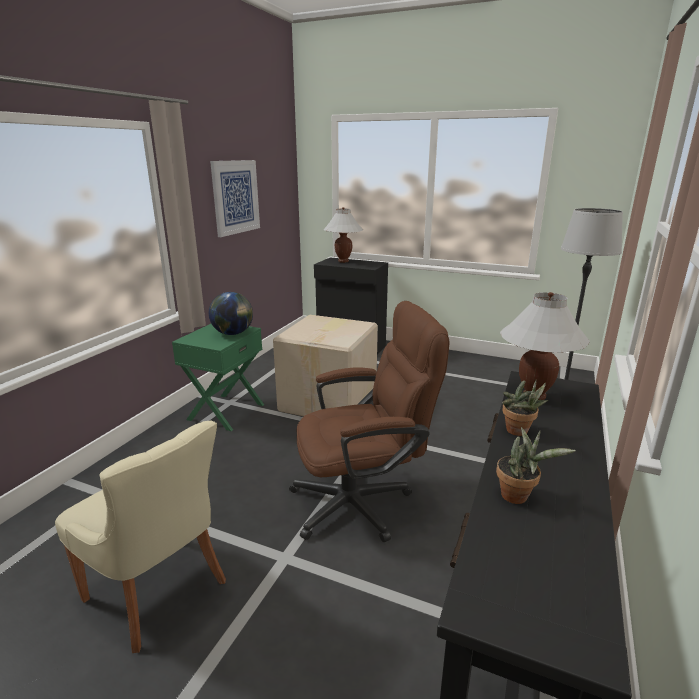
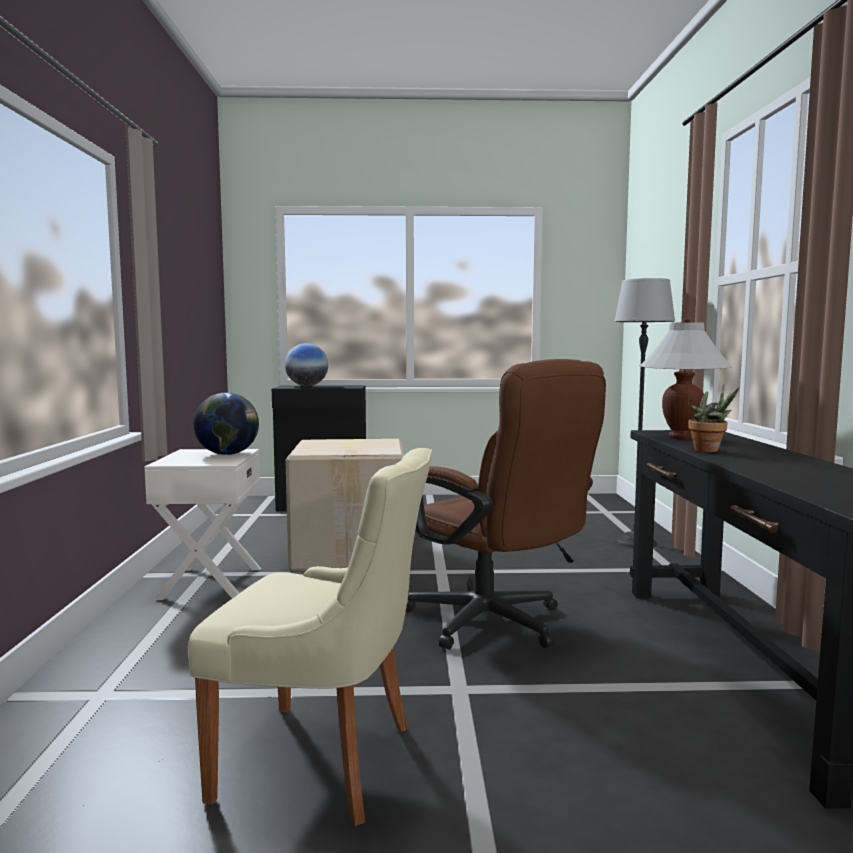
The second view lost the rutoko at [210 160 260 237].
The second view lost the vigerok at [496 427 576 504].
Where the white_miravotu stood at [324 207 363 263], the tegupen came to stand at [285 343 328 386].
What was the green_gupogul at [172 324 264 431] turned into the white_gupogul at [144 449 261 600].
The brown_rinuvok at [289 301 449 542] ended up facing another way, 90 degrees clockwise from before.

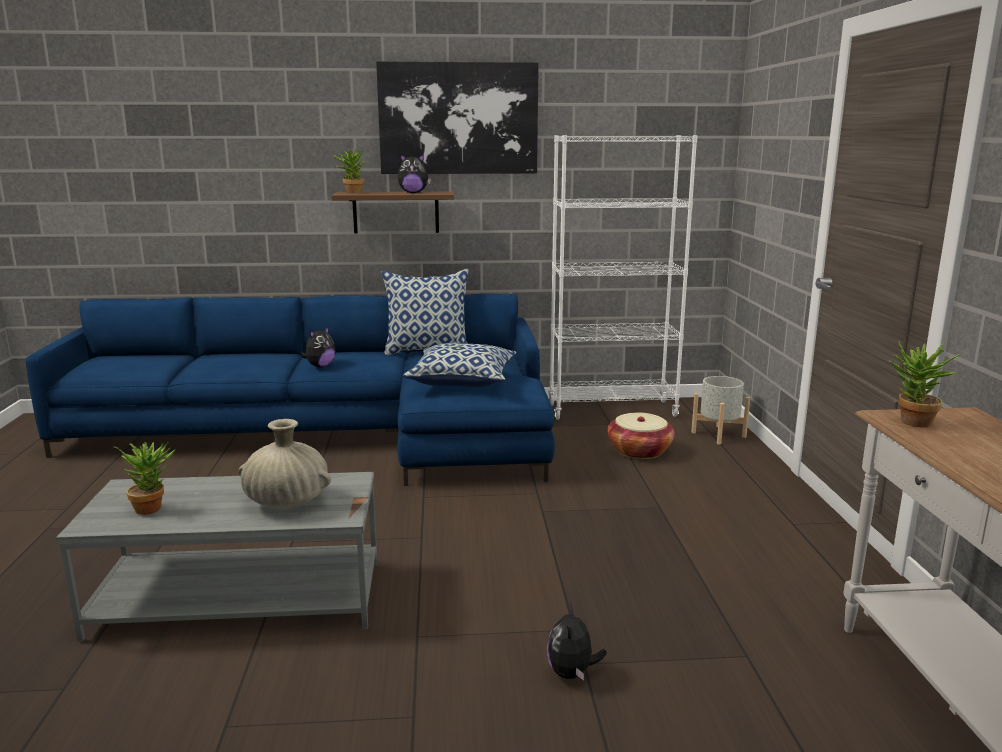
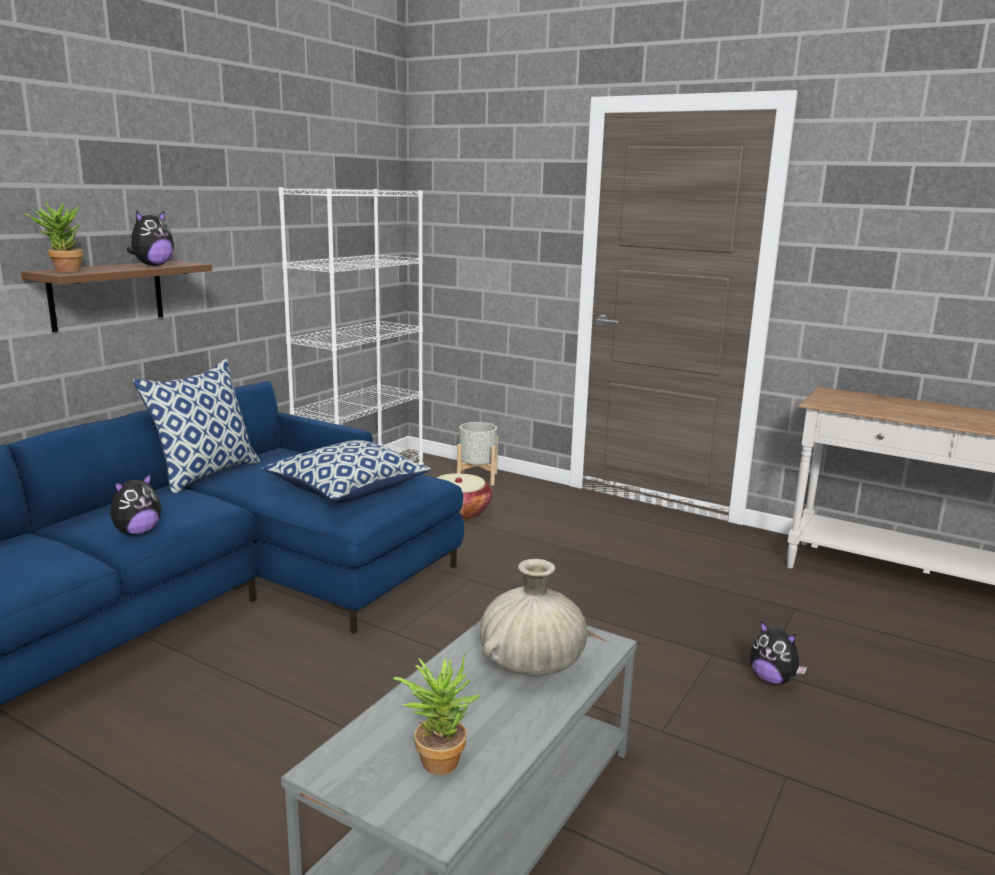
The second view lost the rutoko at [376 61 539 174].
The second view lost the vigerok at [889 341 962 427].
The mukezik at [300 326 336 368] ended up facing another way, 60 degrees clockwise from before.

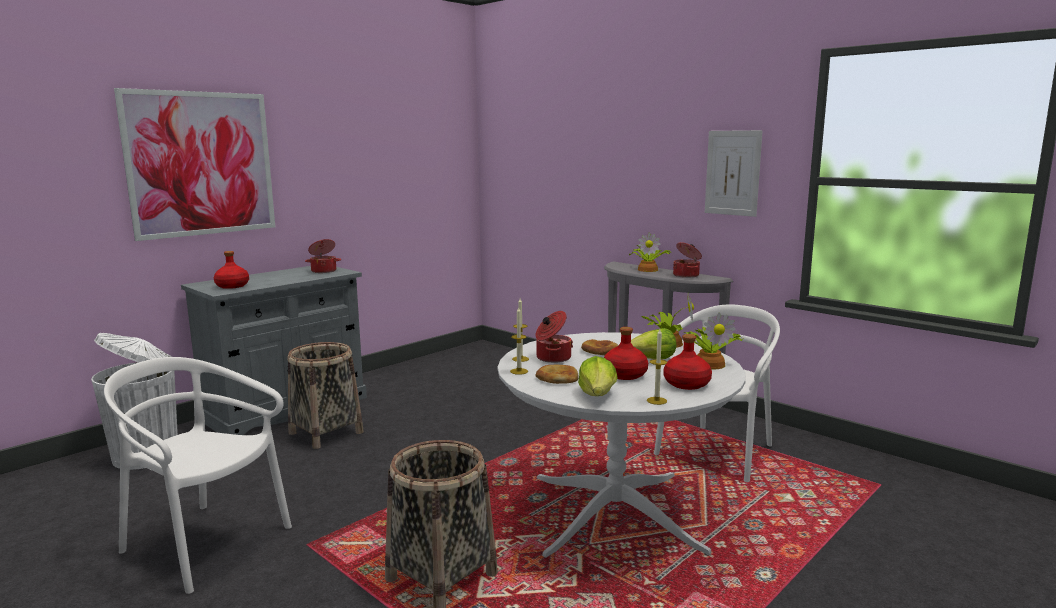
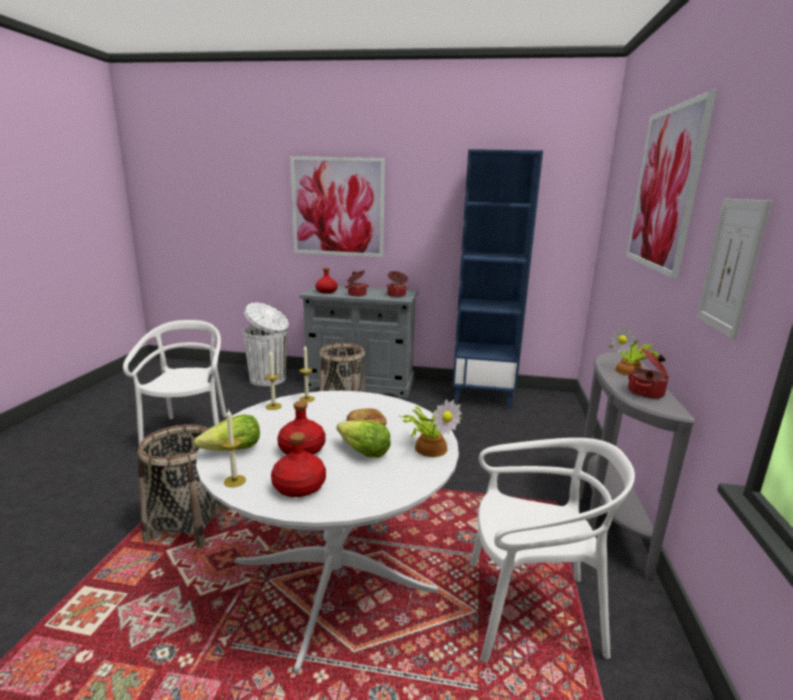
The second view lost the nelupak at [535 365 579 384].
The second view lost the vigerok at [684 313 743 369].
The second view gained the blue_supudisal at [453 149 543 409].
The second view gained the rutoko at [626 90 717 279].
The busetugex ended up elsewhere, having gone from [536 311 573 363] to [345 270 369 296].

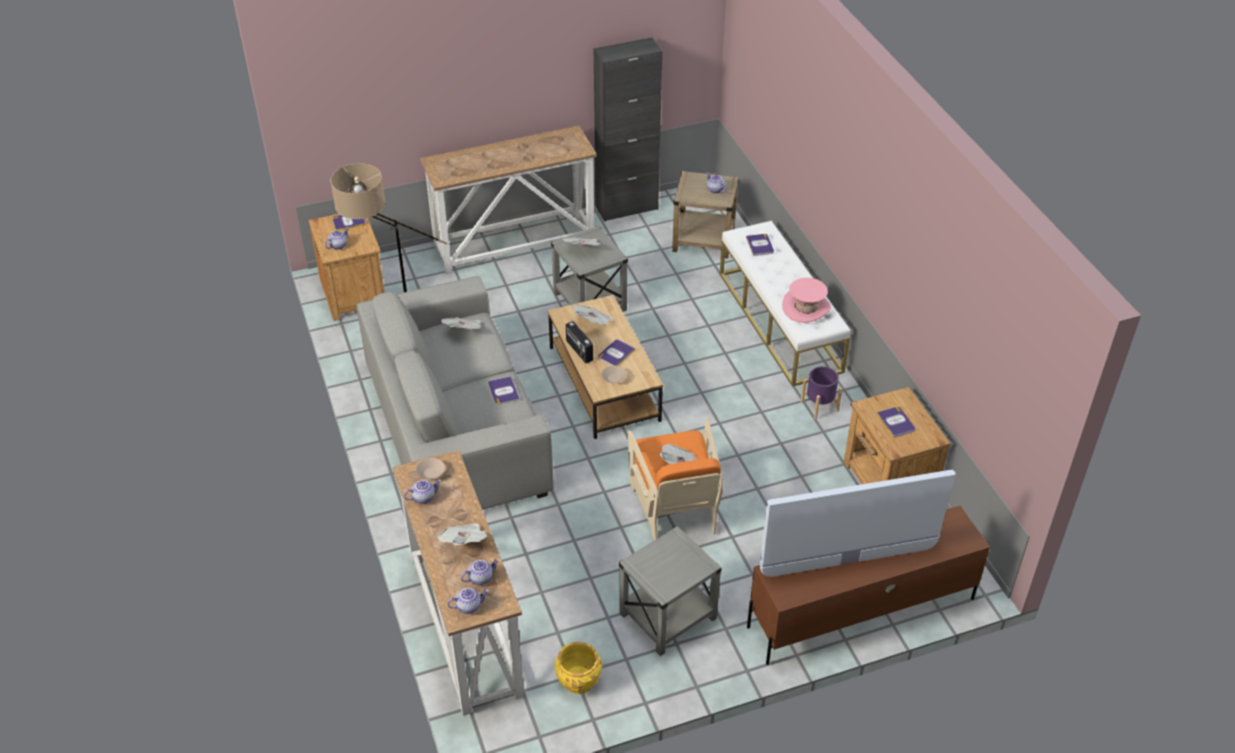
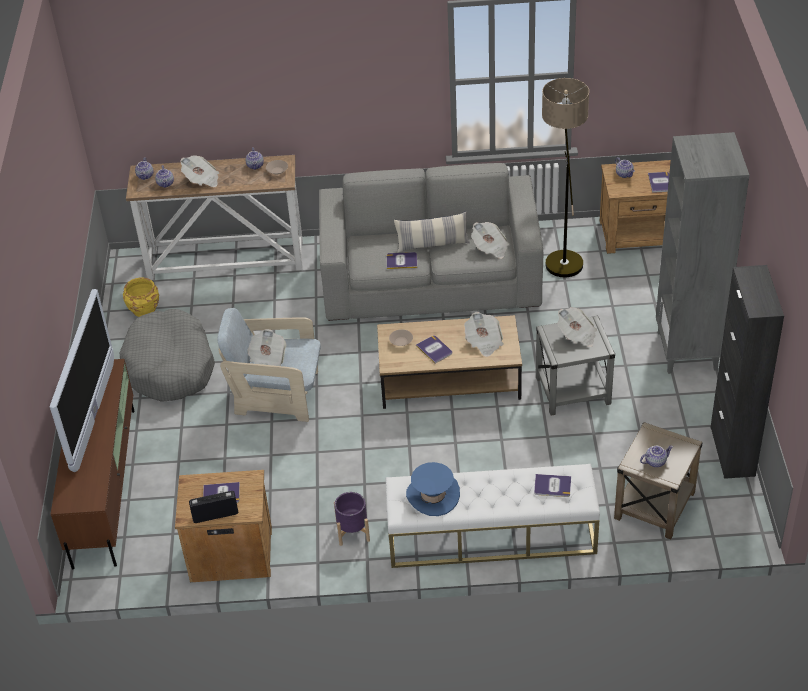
The second view gained the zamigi at [394 211 470 252].
The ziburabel ended up elsewhere, having gone from [566 321 593 363] to [189 491 238 523].
Where the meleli stood at [420 126 597 274], the grey_supudisal came to stand at [656 132 749 374].
Where the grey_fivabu stood at [619 526 722 656], the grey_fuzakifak came to stand at [120 309 215 402].
What was the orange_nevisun at [628 418 723 540] turned into the beige_nevisun at [218 308 321 422].
What was the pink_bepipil at [782 278 831 323] turned into the blue_bepipil at [406 462 460 516].

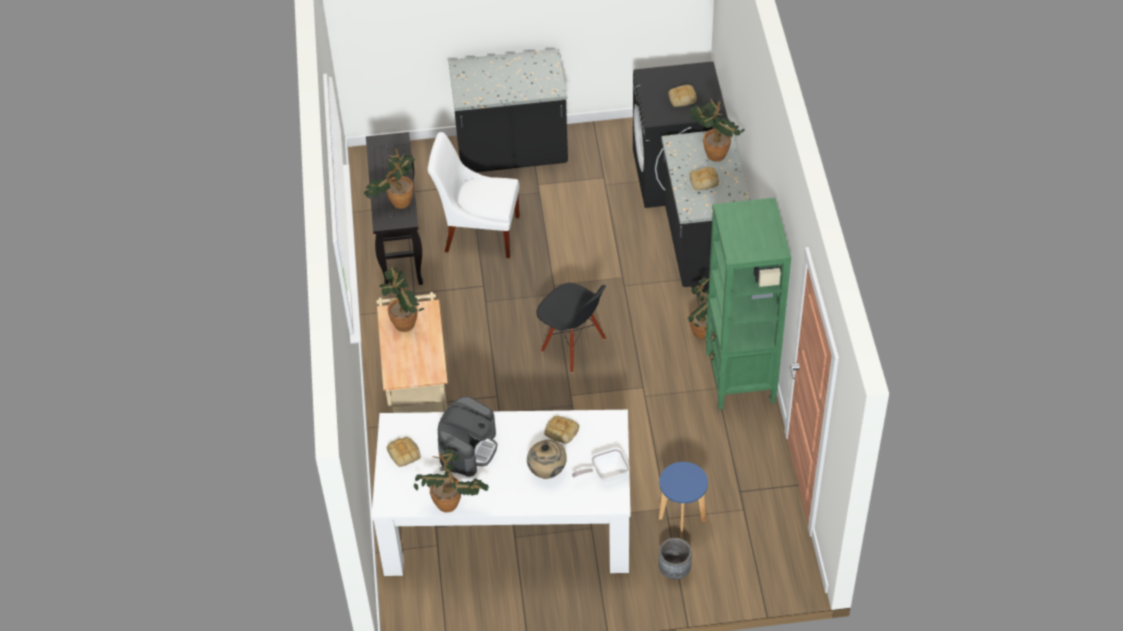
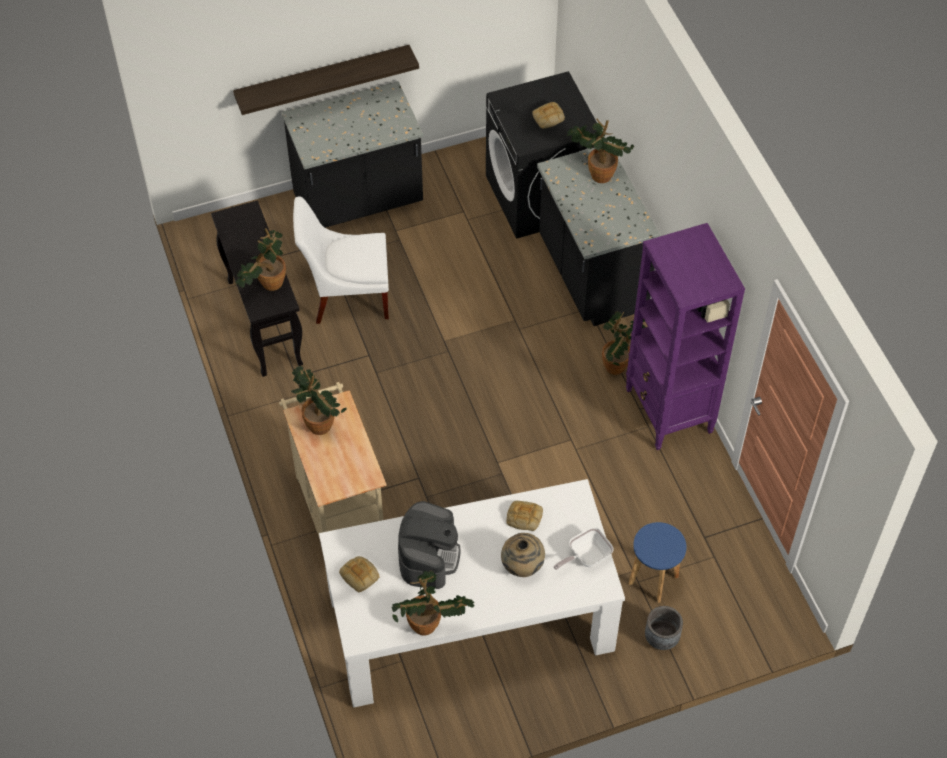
The second view lost the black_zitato at [536 283 606 373].
The second view lost the nelupak at [690 167 719 190].
The second view gained the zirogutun at [233 45 419 115].
What was the green_supudisal at [705 198 791 410] turned into the purple_supudisal at [626 223 745 450].

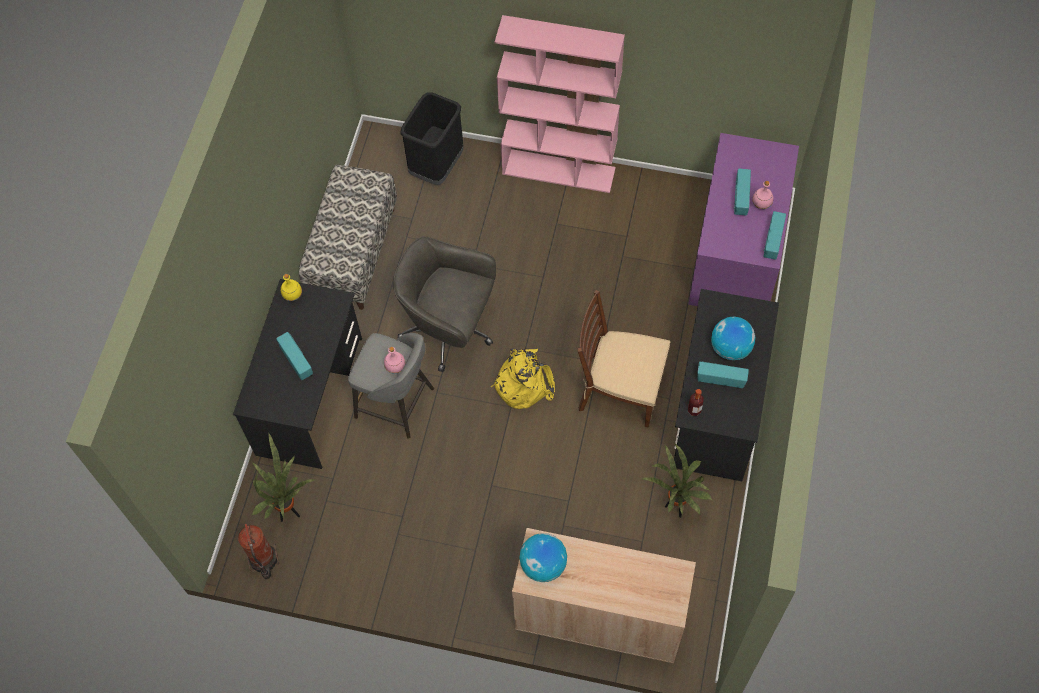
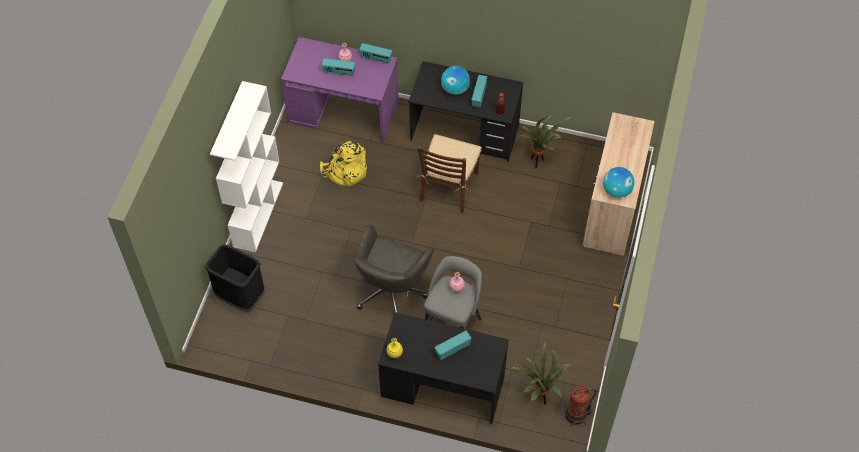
The second view lost the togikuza at [299 165 397 310].
The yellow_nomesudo ended up elsewhere, having gone from [491 349 555 409] to [320 141 367 187].
What was the pink_supudisal at [495 15 625 193] turned into the white_supudisal at [210 81 283 252].

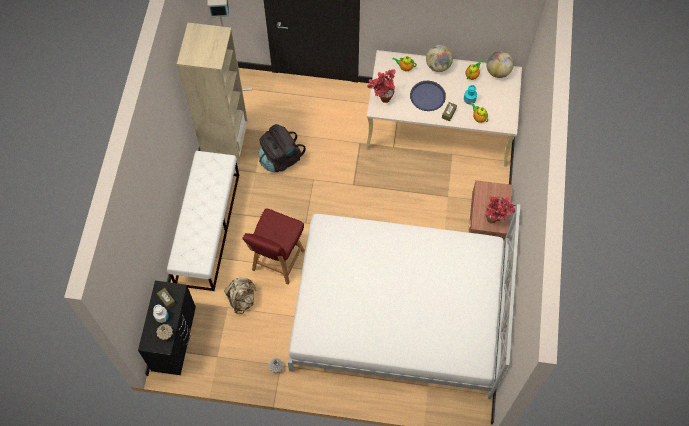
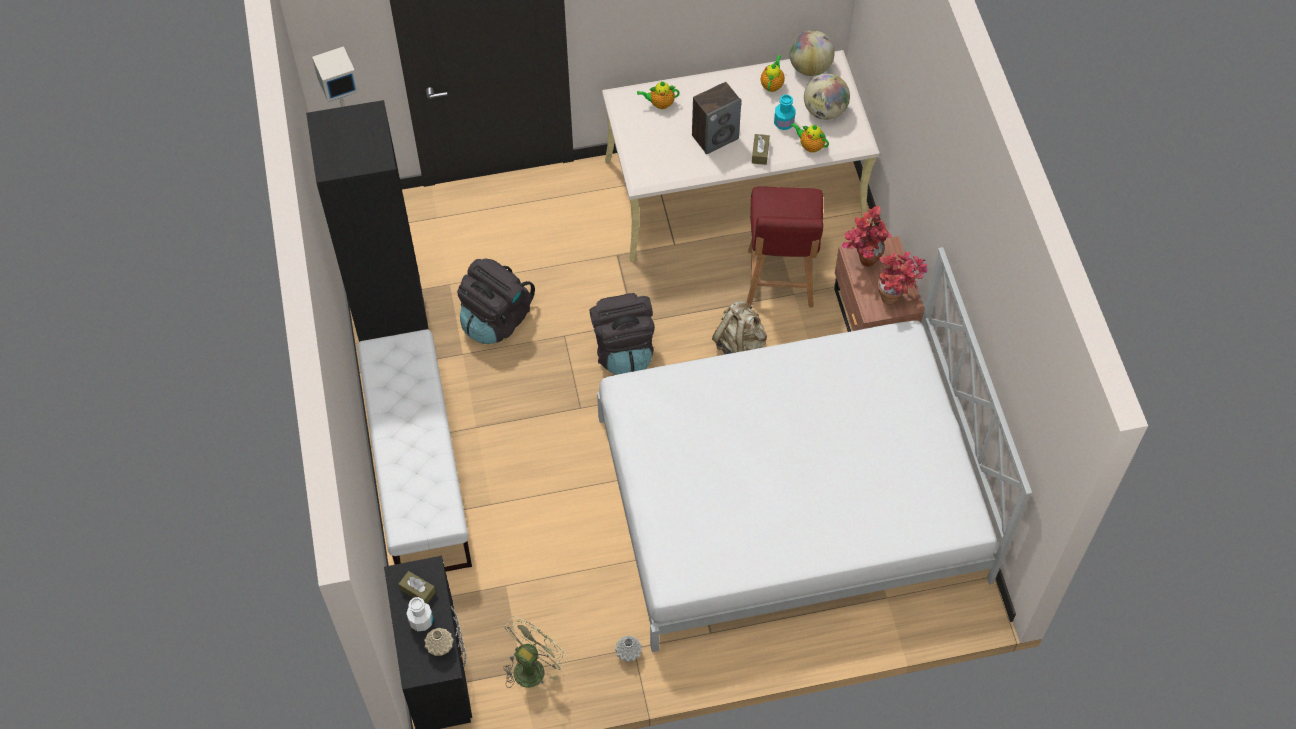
The second view gained the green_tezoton at [503 616 568 688].
The second view gained the black_nomesudo at [590 293 655 375].
The beige_nomesudo ended up elsewhere, having gone from [224 278 256 314] to [712 301 767 354].
The red_zitato ended up elsewhere, having gone from [242 208 305 285] to [747 186 823 307].
The vigerok ended up elsewhere, having gone from [367 69 396 103] to [842 206 892 267].
The tegupen ended up elsewhere, having gone from [426 45 453 72] to [804 73 850 120].
Where the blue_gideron stood at [410 81 446 111], the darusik came to stand at [692 82 741 154].
What was the beige_supudisal at [177 23 248 164] turned into the black_supudisal at [306 100 429 342].

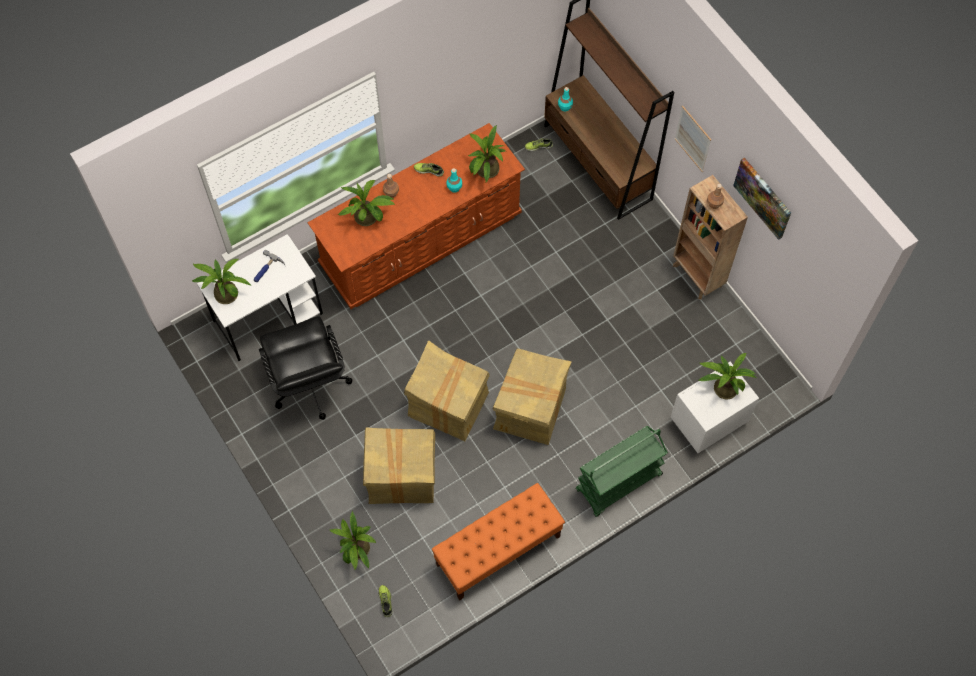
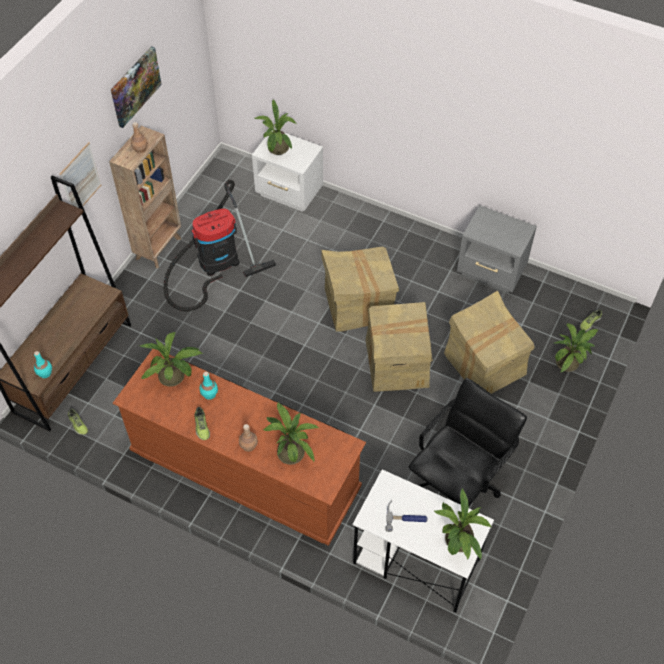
The second view lost the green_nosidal at [576 426 668 517].
The second view gained the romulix at [163 180 276 311].
Where the orange_togikuza stood at [432 483 565 600], the grey_gupogul came to stand at [457 205 537 293].

